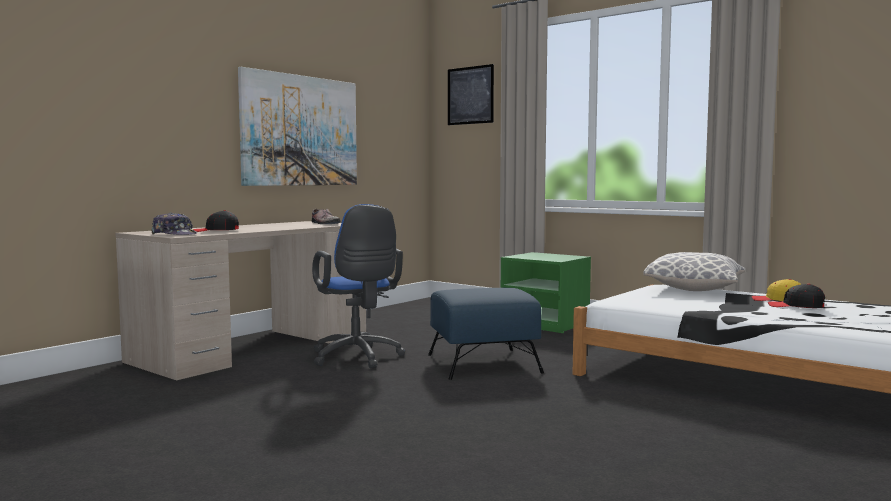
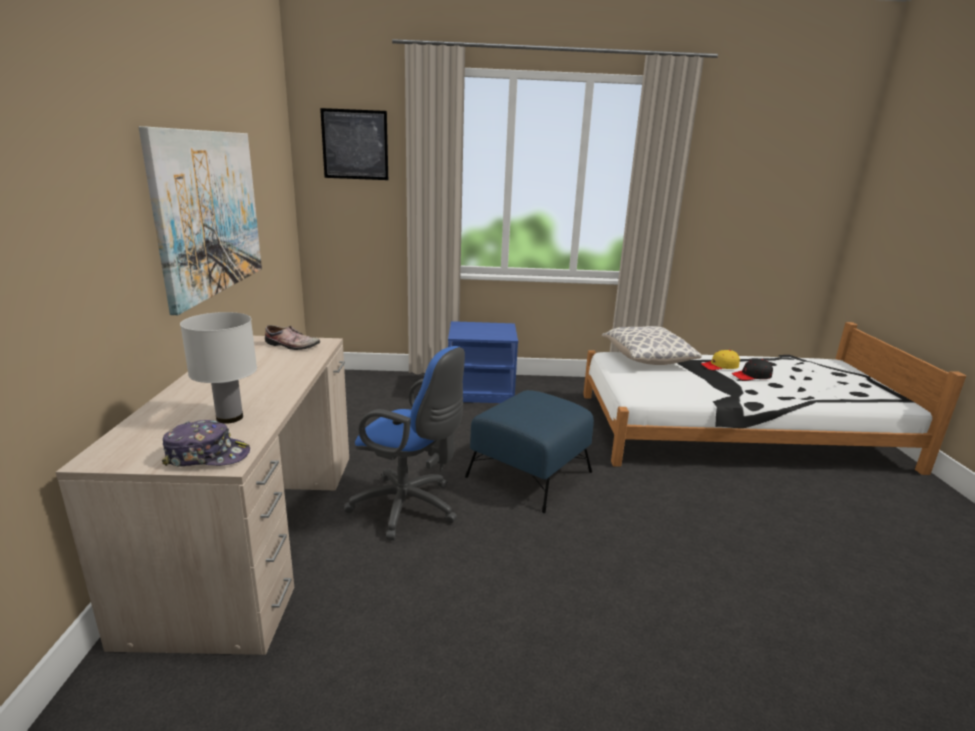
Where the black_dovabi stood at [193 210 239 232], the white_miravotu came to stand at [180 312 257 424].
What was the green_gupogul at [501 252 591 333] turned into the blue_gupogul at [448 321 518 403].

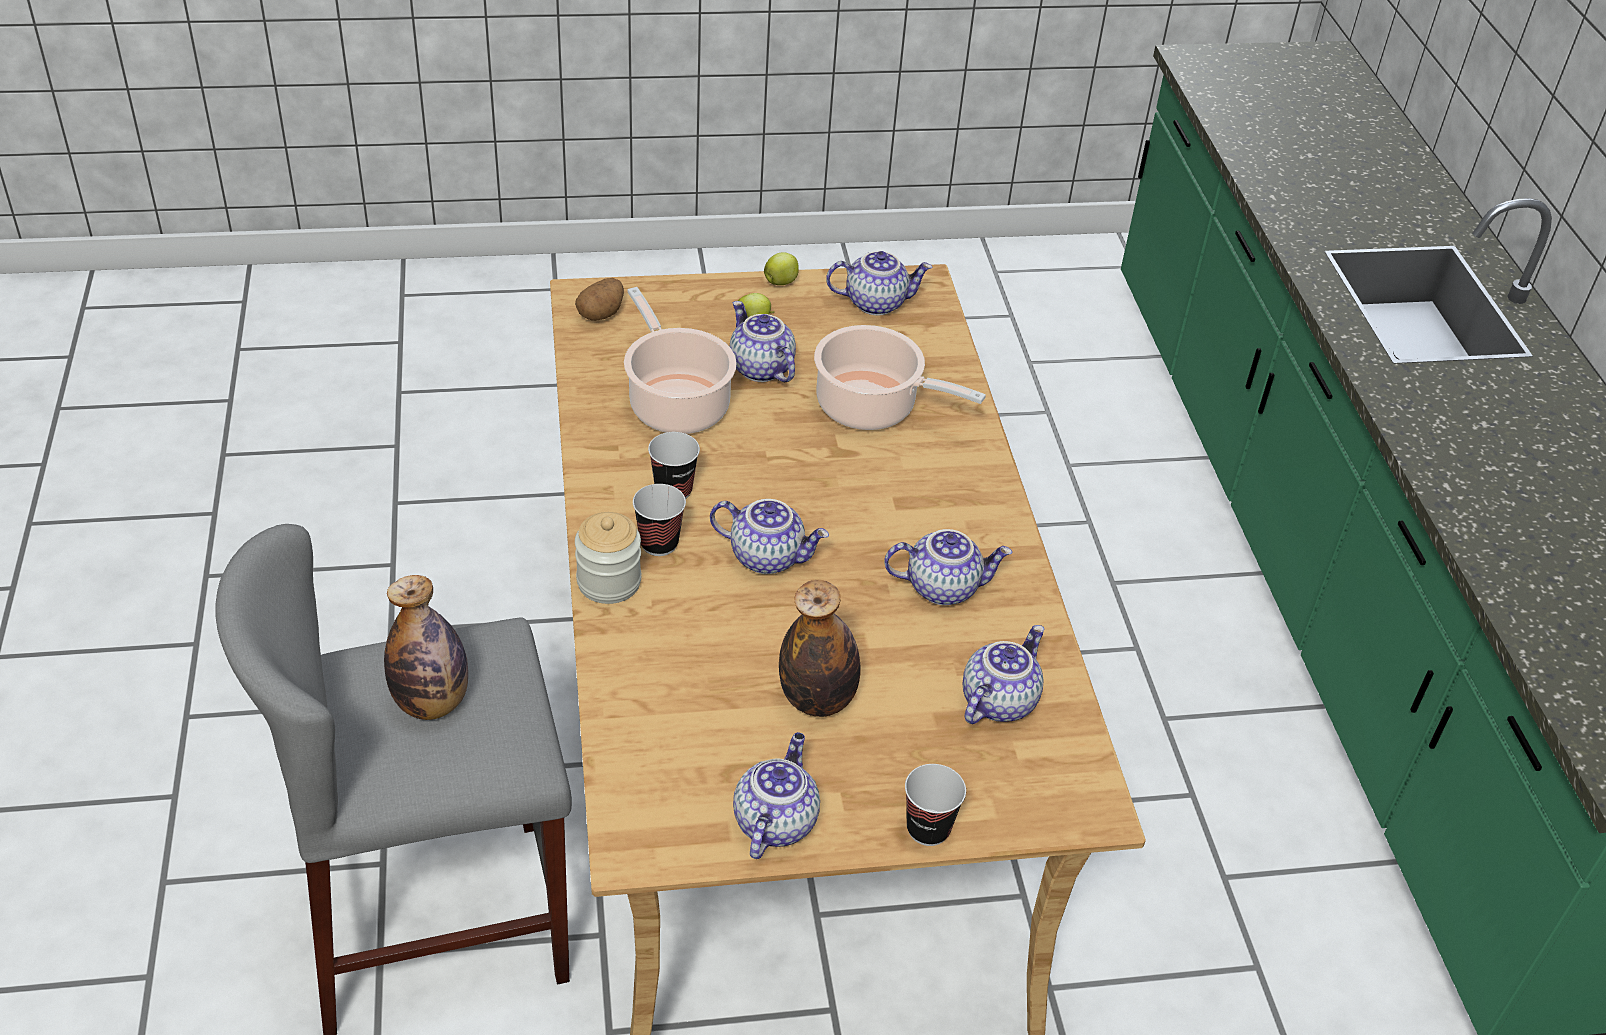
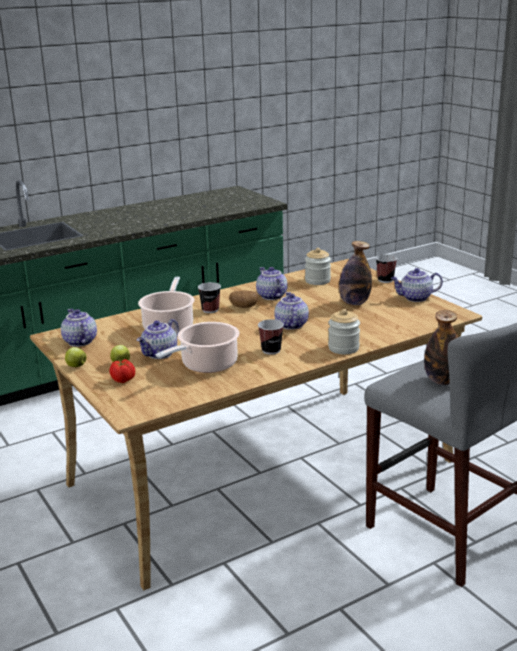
The second view gained the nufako at [109 359 135 383].
The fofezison ended up elsewhere, having gone from [575 278 624 321] to [229 290 258 308].
The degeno ended up elsewhere, having gone from [633 484 686 556] to [198 282 221 313].
Where the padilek stood at [963 625 1045 724], the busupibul came to stand at [305 248 331 285].

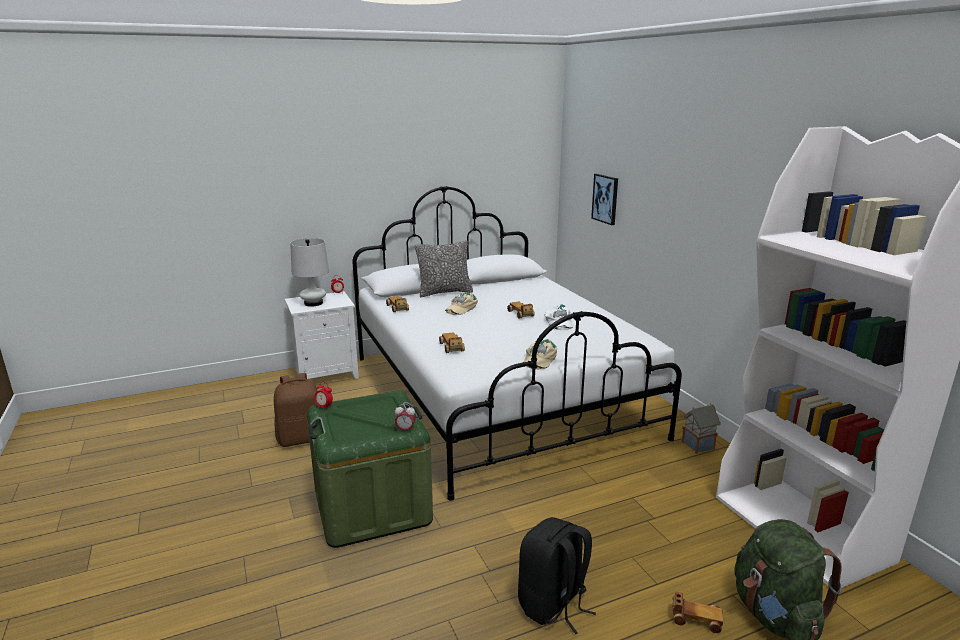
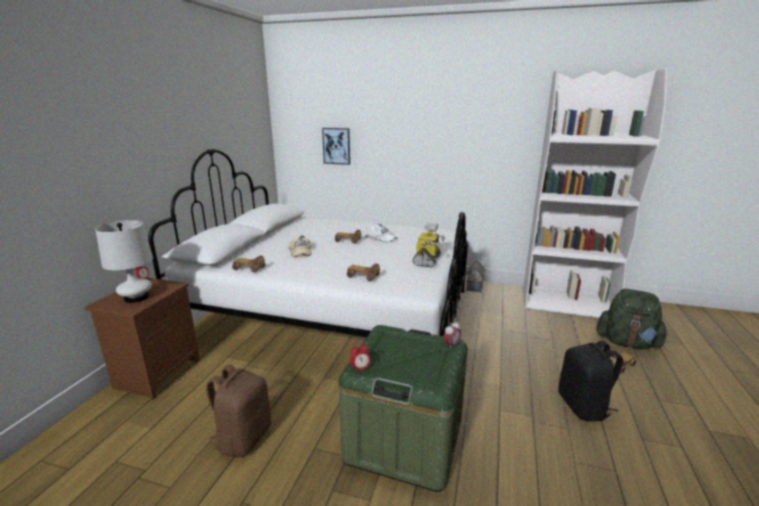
The second view lost the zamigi at [415 240 473 297].
Where the beige_dovabi stood at [524 339 557 370], the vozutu came to stand at [413 223 445 267].
What was the white_gupogul at [285 291 359 379] turned into the brown_gupogul at [84 278 200 400].

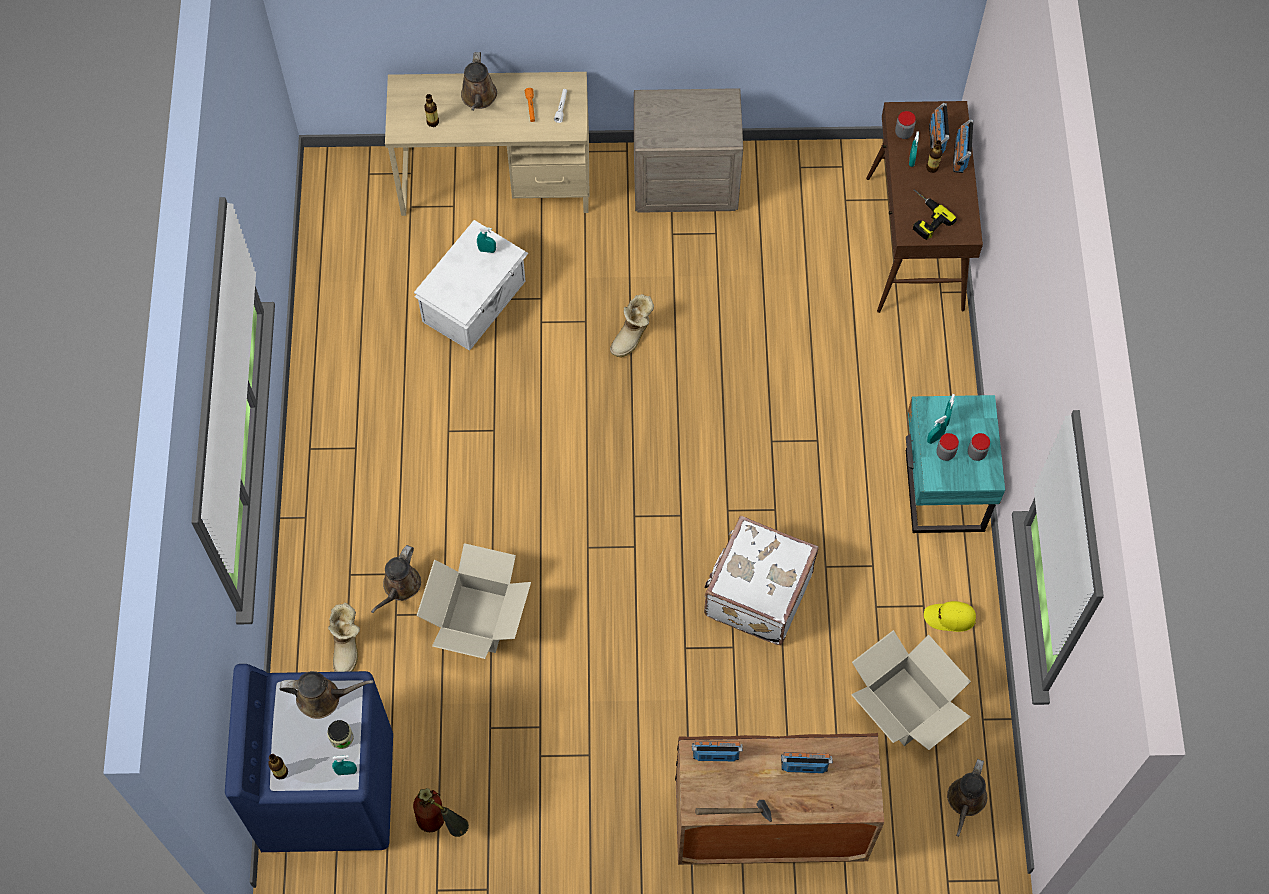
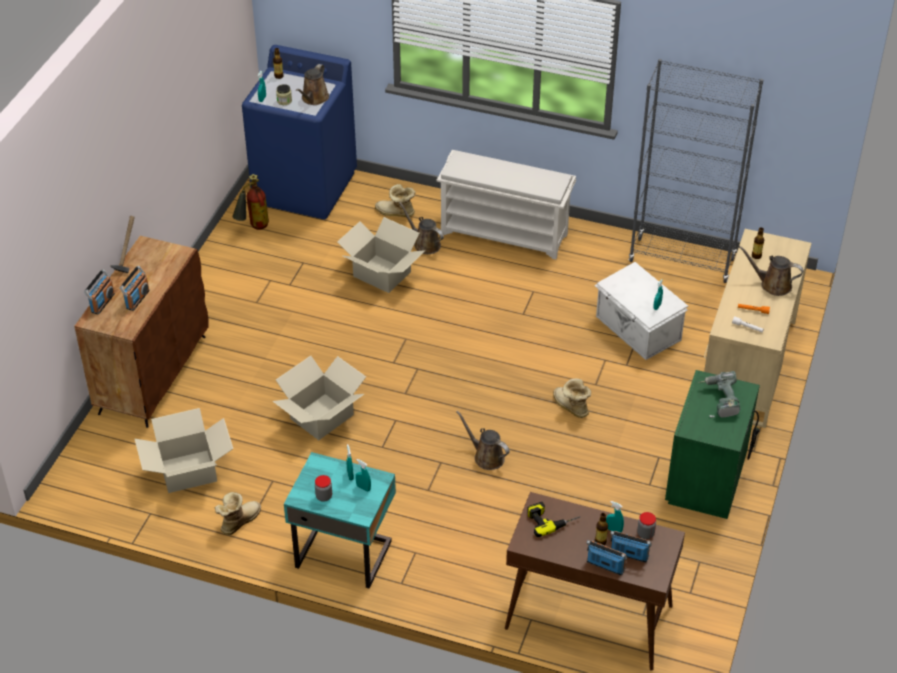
The second view lost the busupibul at [936 433 959 461].
The second view gained the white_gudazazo at [437 150 576 260].
The second view gained the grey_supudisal at [629 59 763 283].
The second view gained the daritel at [698 371 741 418].
The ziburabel ended up elsewhere, having gone from [692 741 743 761] to [84 269 115 315].
The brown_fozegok ended up elsewhere, having gone from [947 759 987 837] to [456 411 510 470].
Where the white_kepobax stood at [704 516 819 645], the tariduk came to stand at [273 356 366 440].
Where the yellow_dovabi stood at [924 601 976 632], the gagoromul came to stand at [215 492 261 535].
What was the beige_gupogul at [634 88 743 213] turned into the green_gupogul at [665 370 760 519].

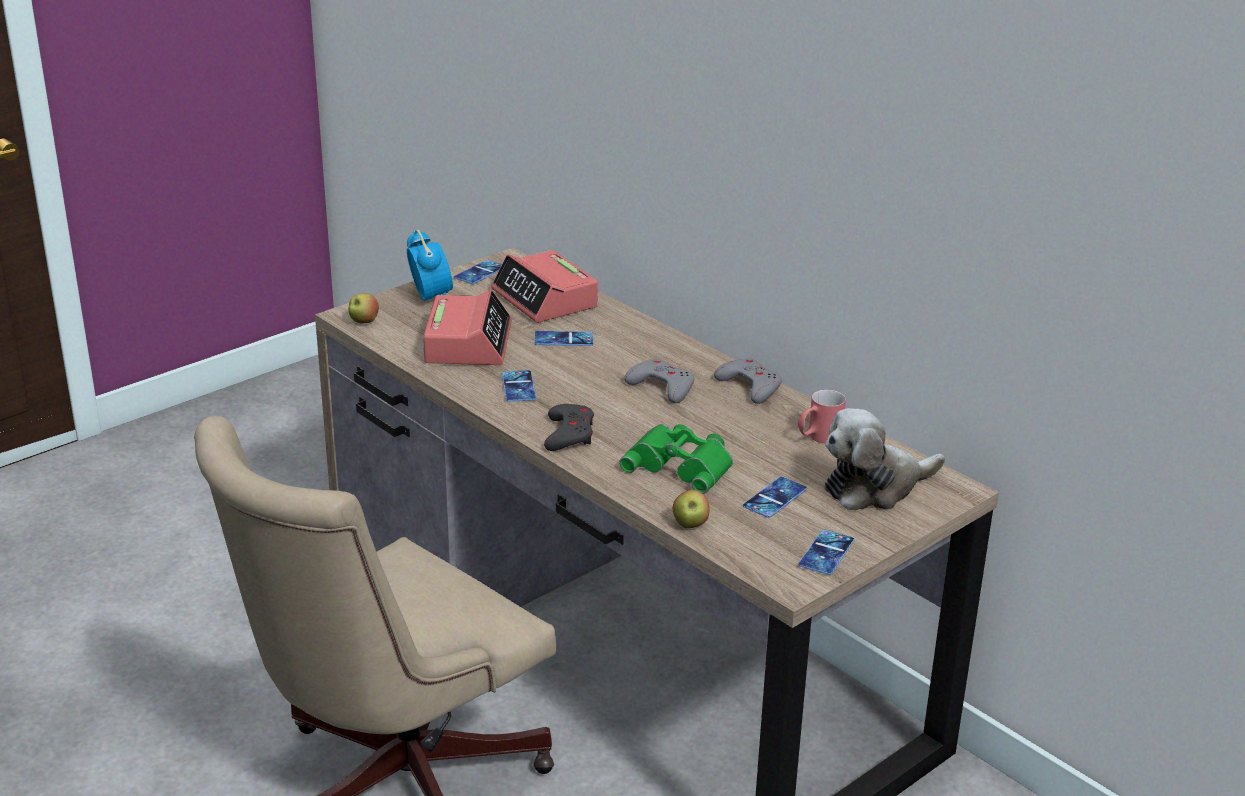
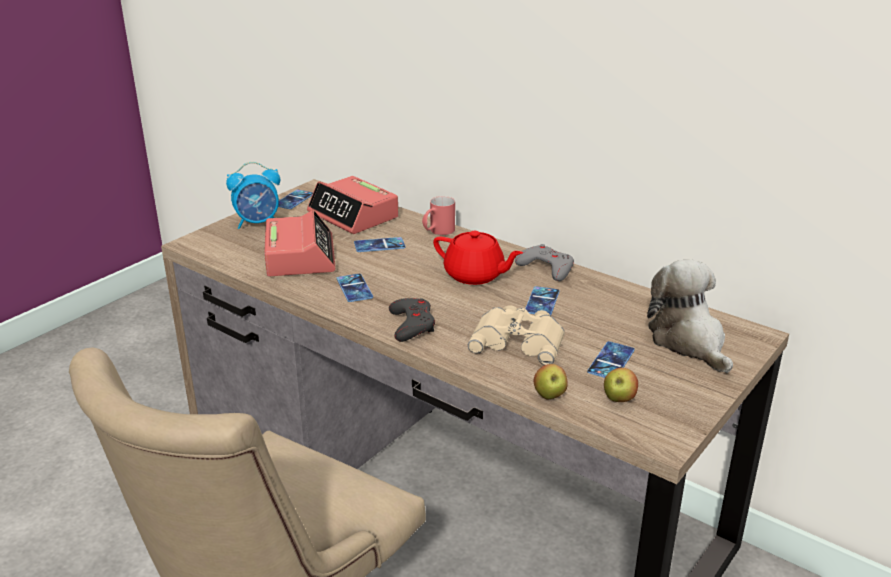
The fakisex ended up elsewhere, having gone from [349 293 379 323] to [604 368 638 402].
The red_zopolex ended up elsewhere, having gone from [798 390 846 444] to [422 196 455 235].
The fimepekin ended up elsewhere, having gone from [798 530 854 575] to [525 286 560 315].
Where the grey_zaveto stood at [624 358 694 403], the red_padilek came to stand at [433 231 523 285].
What was the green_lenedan at [619 424 733 494] turned into the beige_lenedan at [468 305 565 365].
The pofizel at [407 229 453 301] ended up facing another way, 105 degrees clockwise from before.
The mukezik at [825 408 945 510] ended up facing another way, 105 degrees clockwise from before.

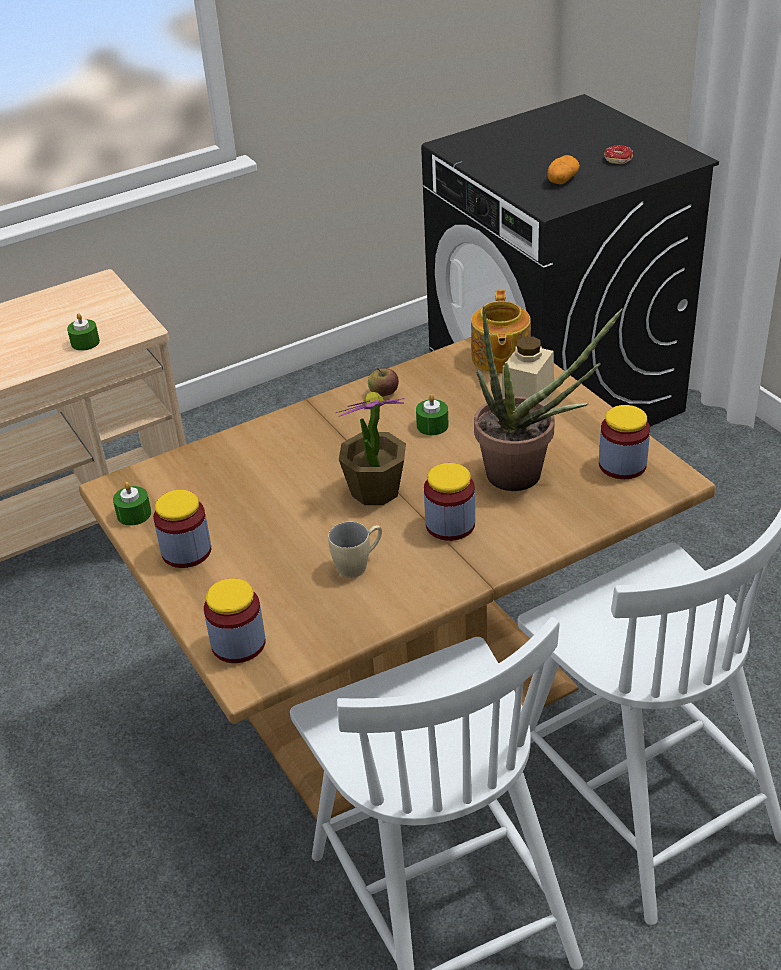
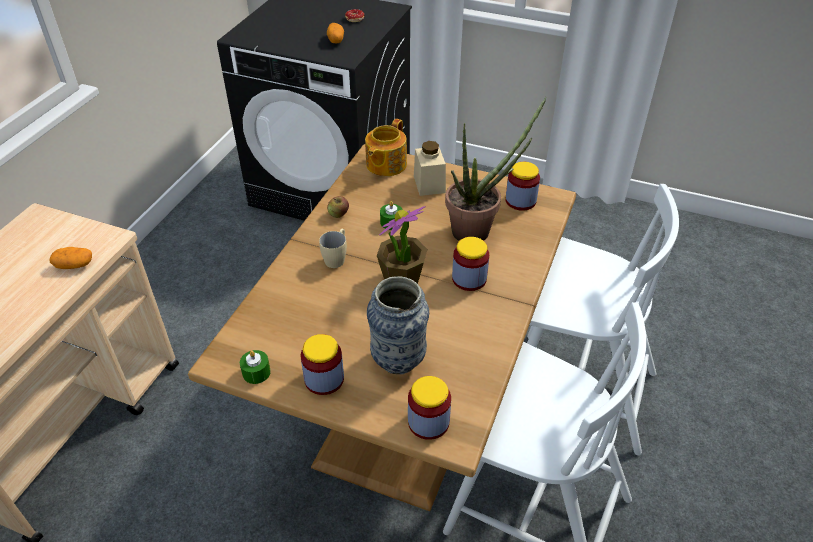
The second view gained the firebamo at [367 276 429 375].
The beige_zopolex ended up elsewhere, having gone from [328 522 382 578] to [319 229 347 268].
Where the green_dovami stood at [67 313 100 351], the fofezison came to stand at [50 247 92 269].
The padilek at [471 290 531 373] ended up facing another way, 60 degrees clockwise from before.

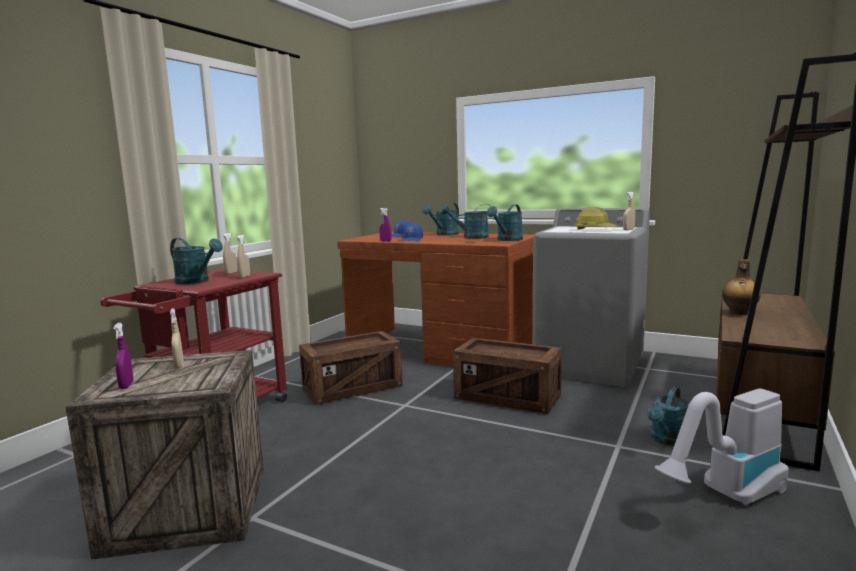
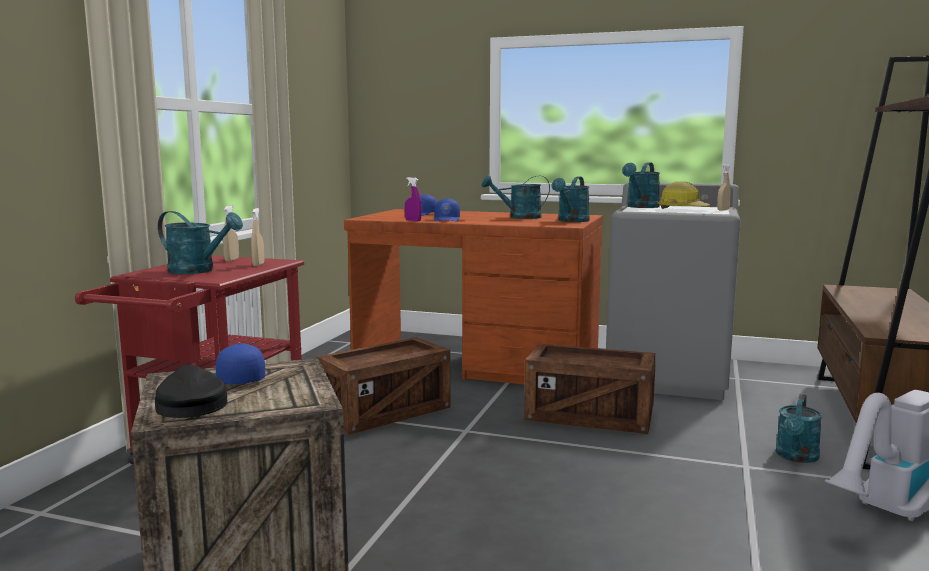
The second view lost the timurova at [722 259 761 315].
The turquoise_fozegok ended up elsewhere, having gone from [423 203 459 236] to [622 162 660 208].
Where the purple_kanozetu stood at [113 323 133 389], the black_dovabi came to stand at [155 365 227 418].
Where the beige_kanozetu stood at [170 308 184 368], the blue_dovabi came to stand at [216 343 266 385].

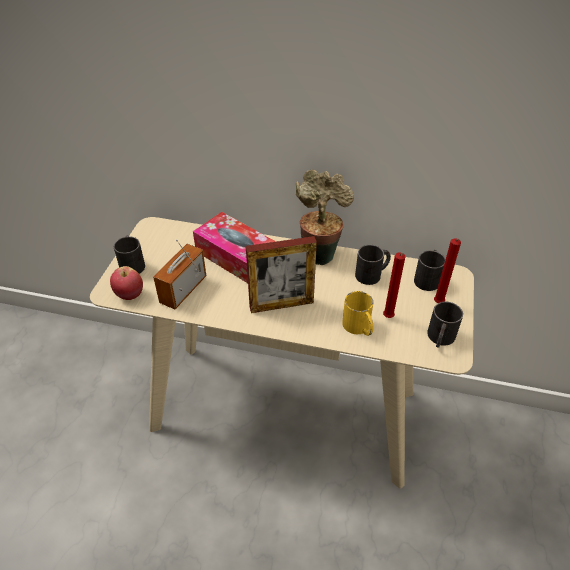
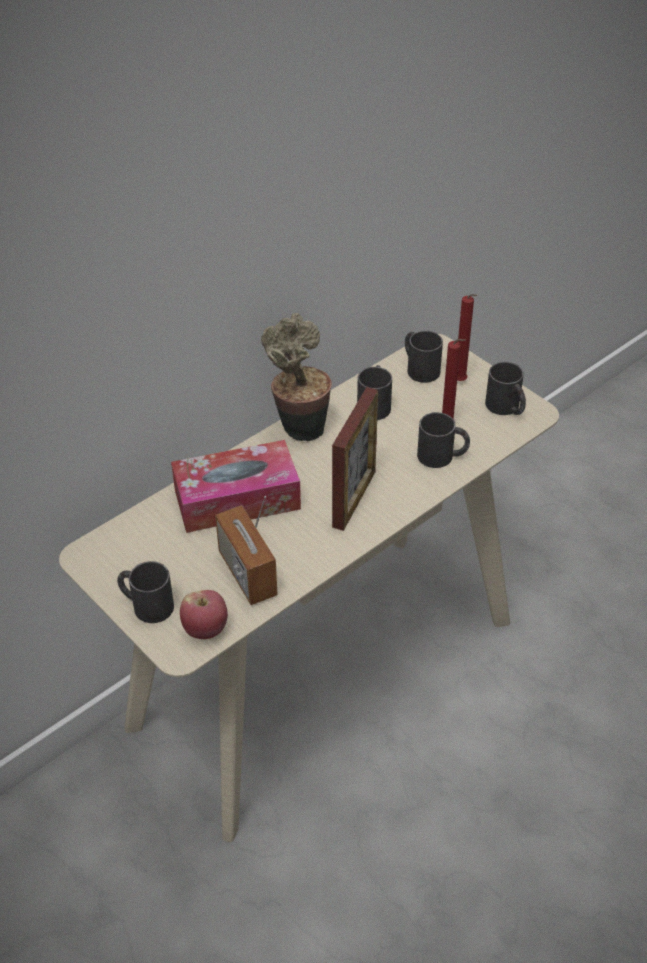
What was the yellow_zopolex at [342 291 374 336] turned into the black_zopolex at [417 412 470 468].

